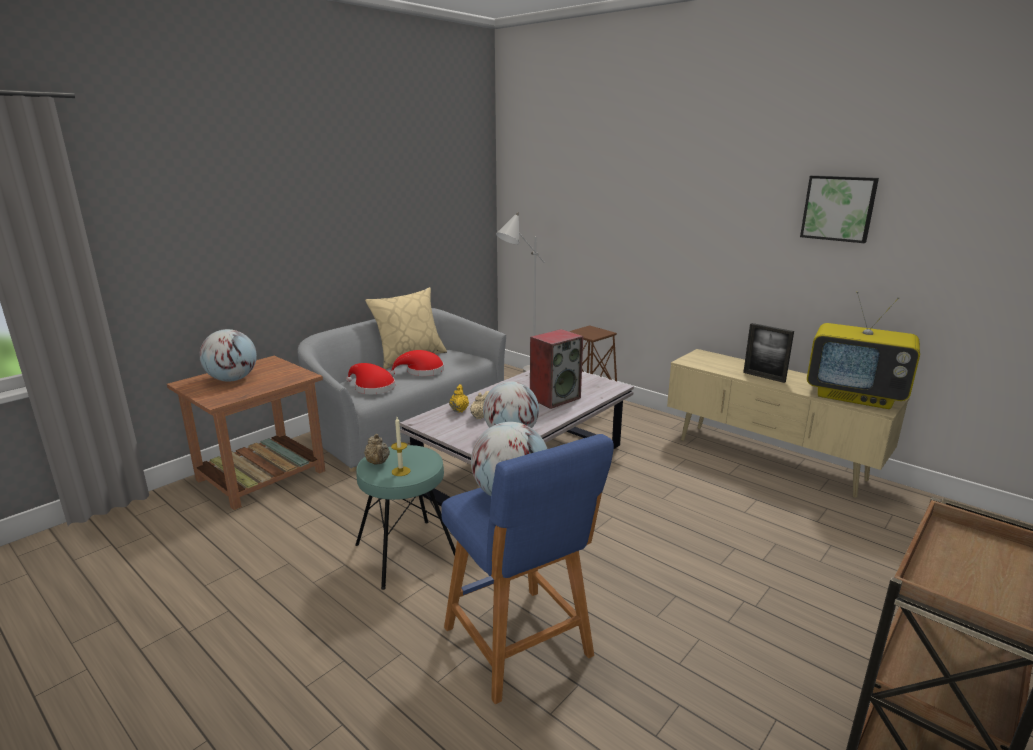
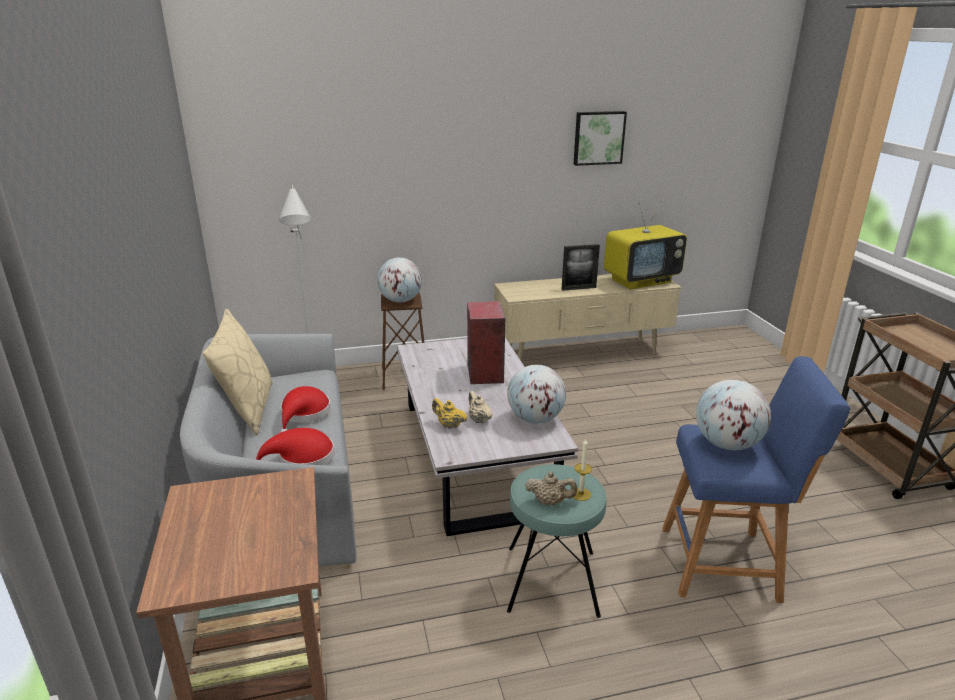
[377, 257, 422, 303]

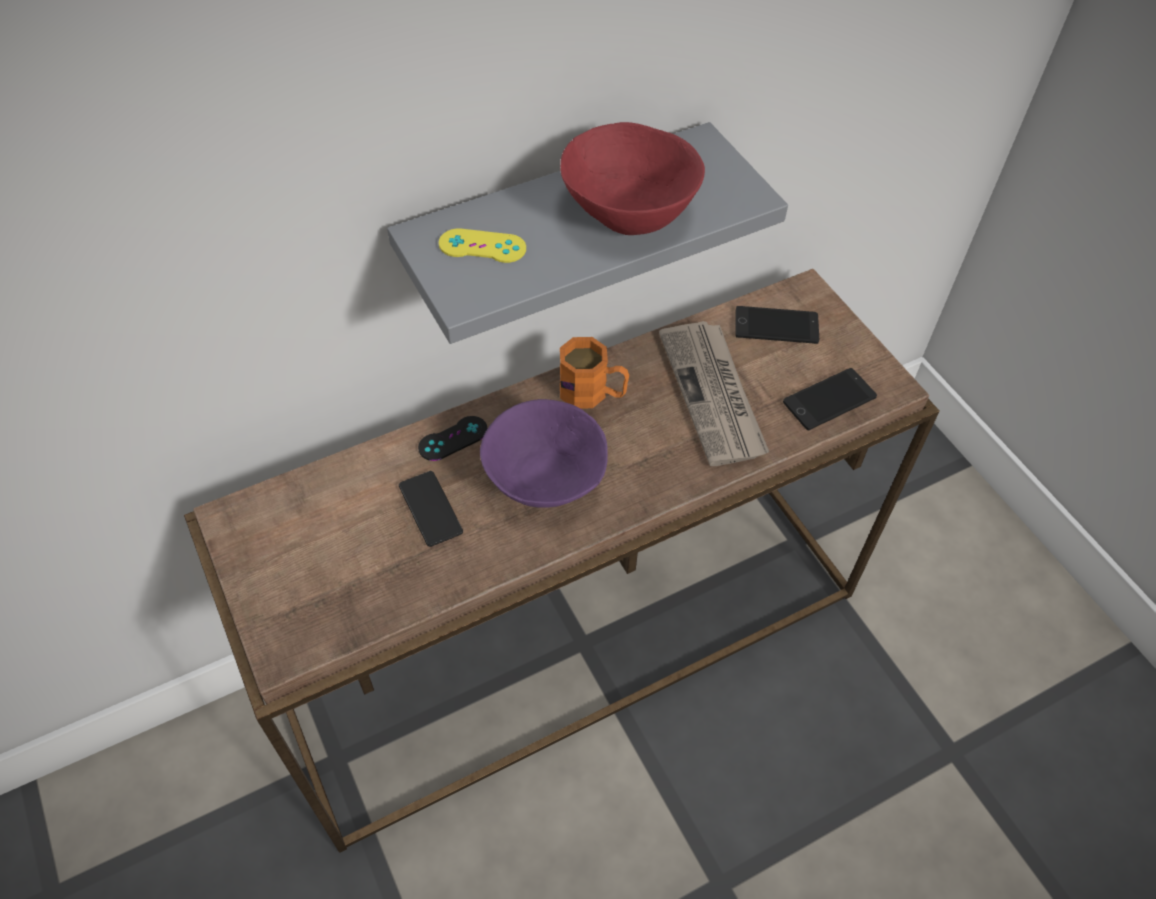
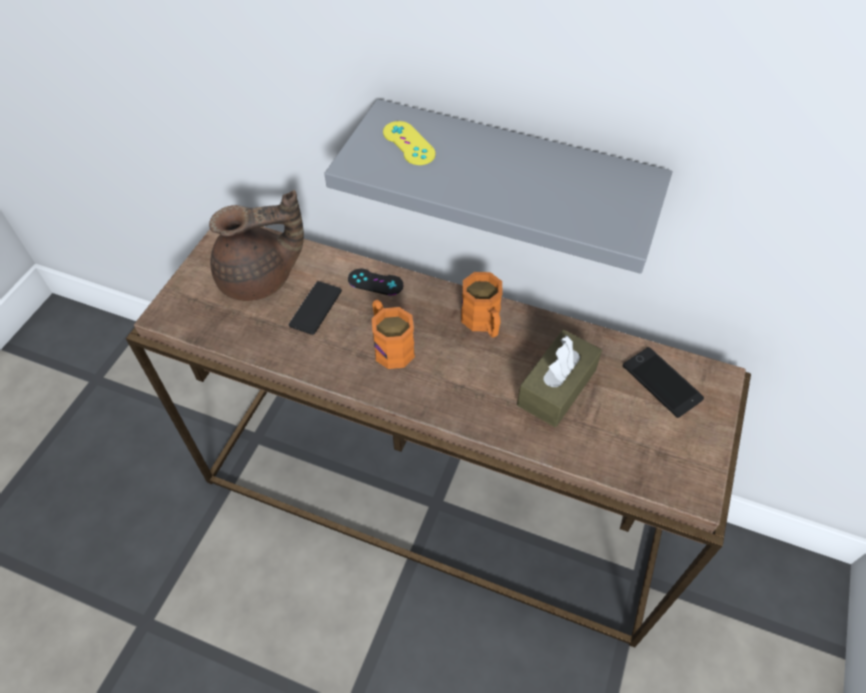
[560, 122, 705, 235] (first image)
[517, 330, 602, 427]
[783, 368, 877, 430] (first image)
[372, 300, 415, 369]
[209, 190, 304, 301]

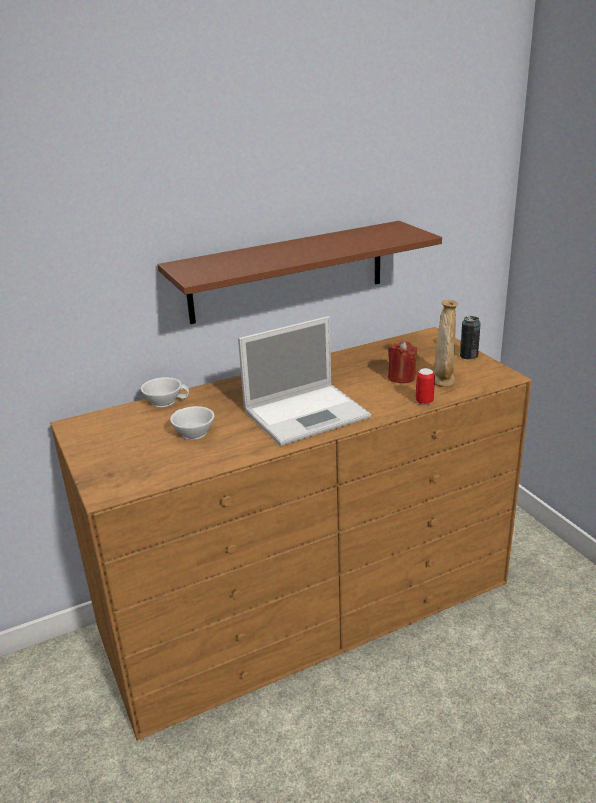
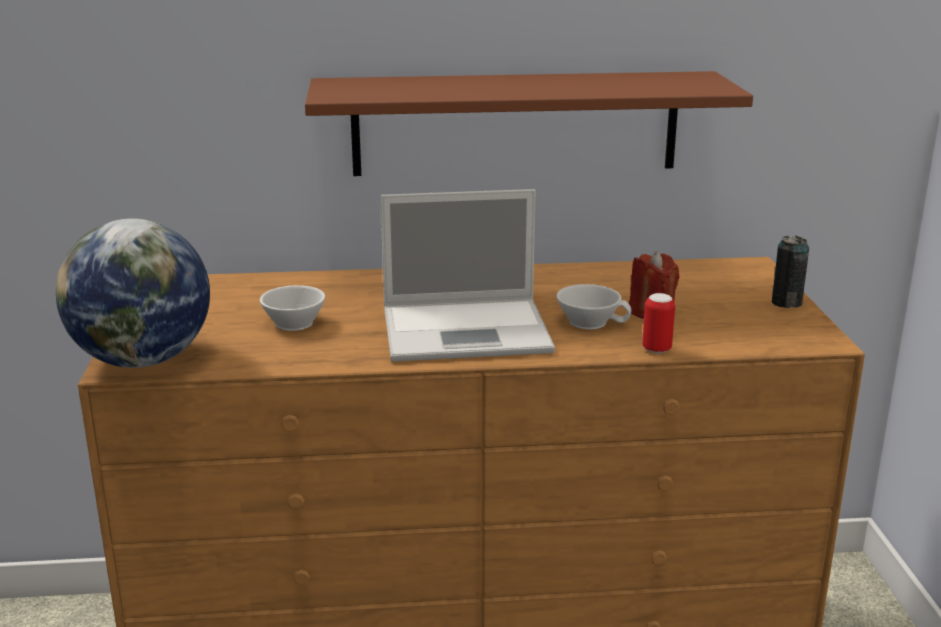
[433, 300, 458, 387] (first image)
[556, 284, 631, 329]
[56, 218, 210, 368]

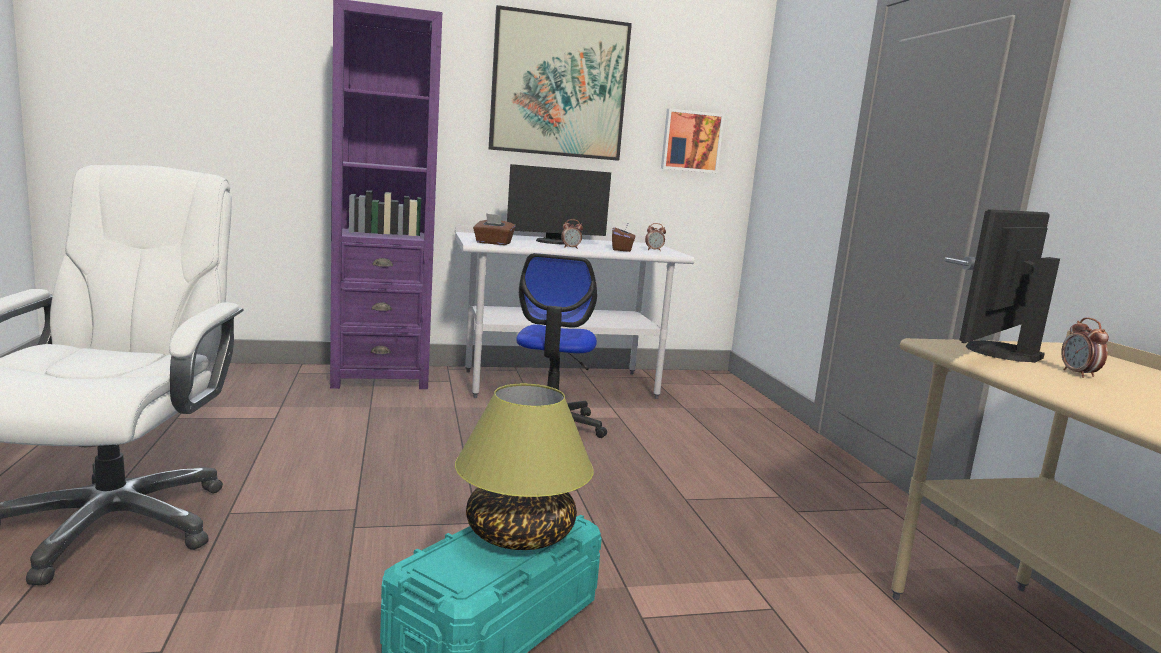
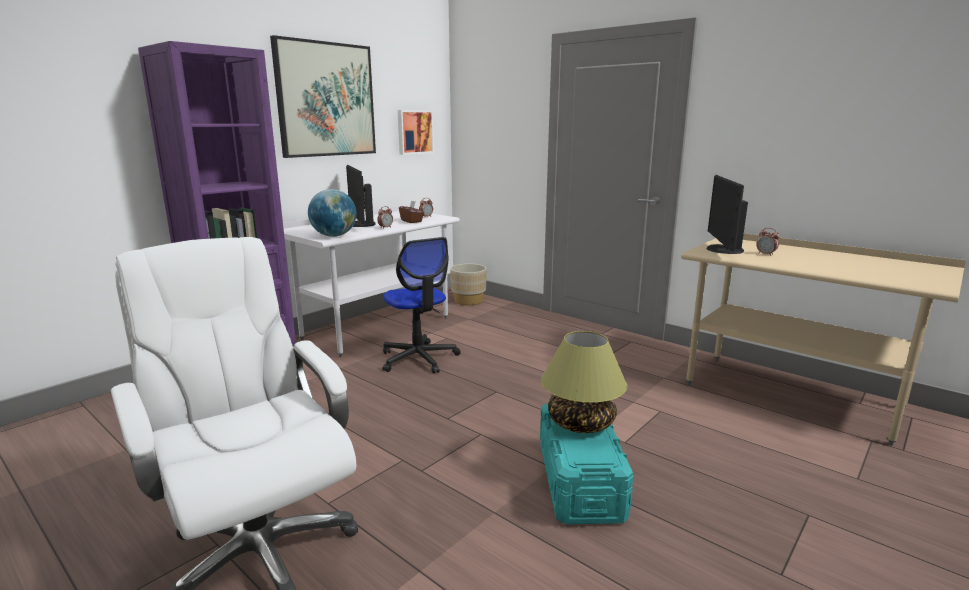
[346, 165, 376, 227]
[308, 189, 357, 237]
[450, 263, 487, 305]

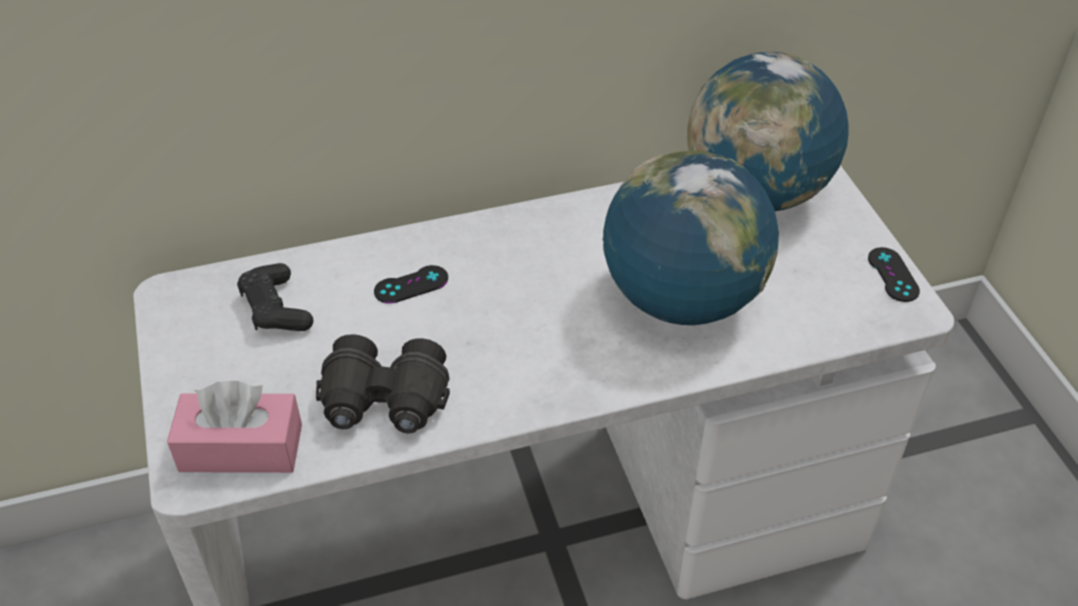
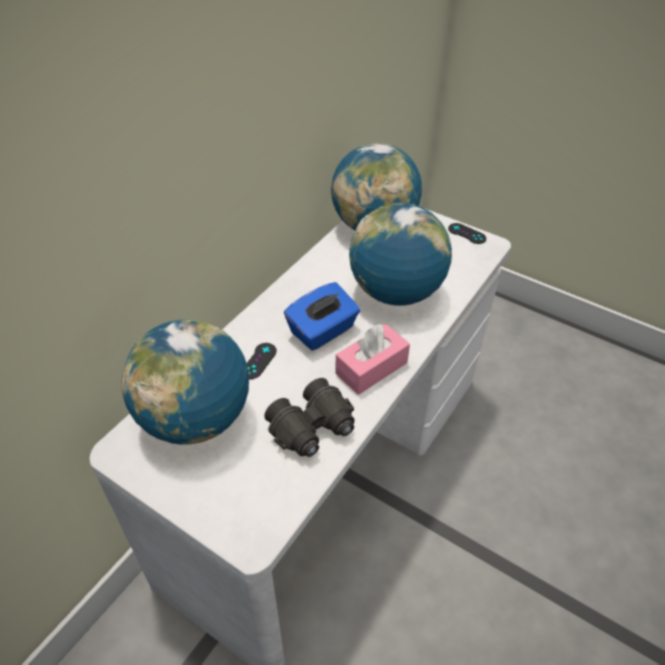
[121, 319, 249, 445]
[335, 323, 410, 395]
[284, 282, 360, 351]

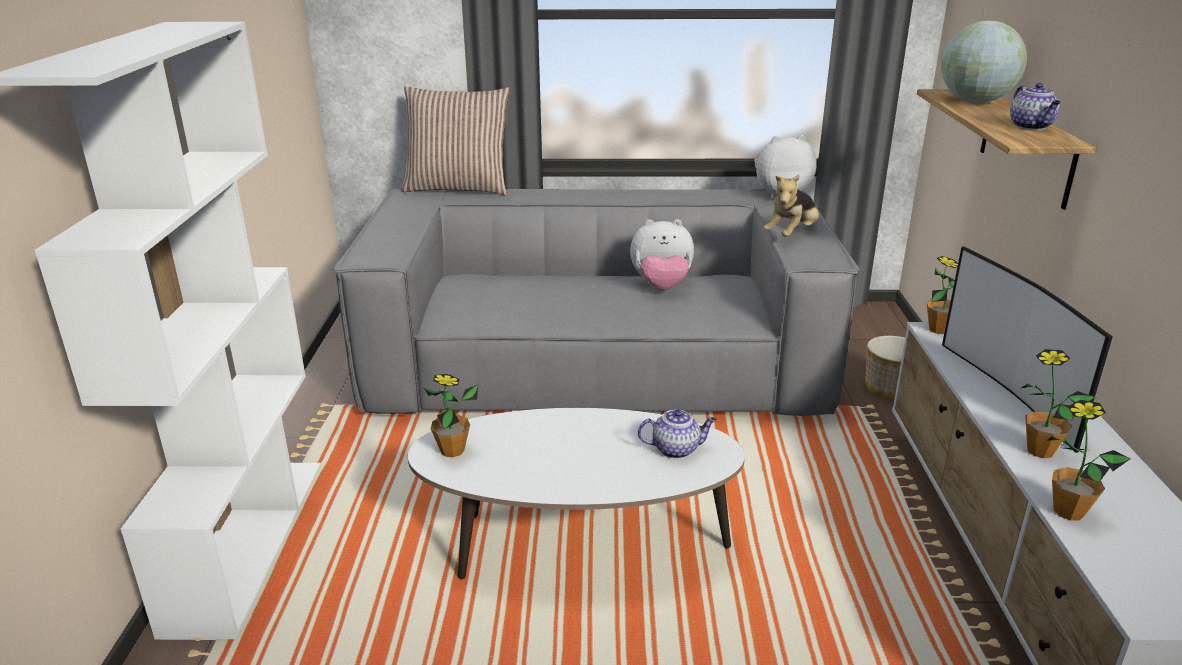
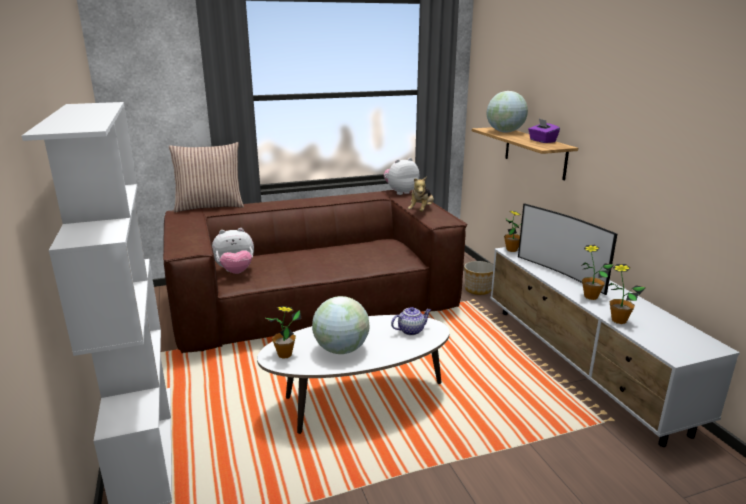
[528, 119, 560, 143]
[163, 190, 468, 353]
[212, 228, 254, 274]
[312, 296, 370, 354]

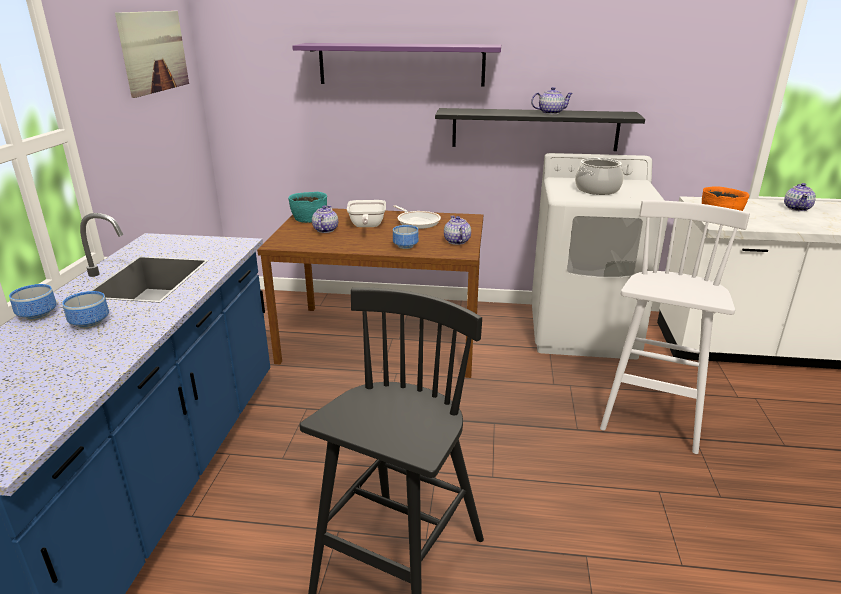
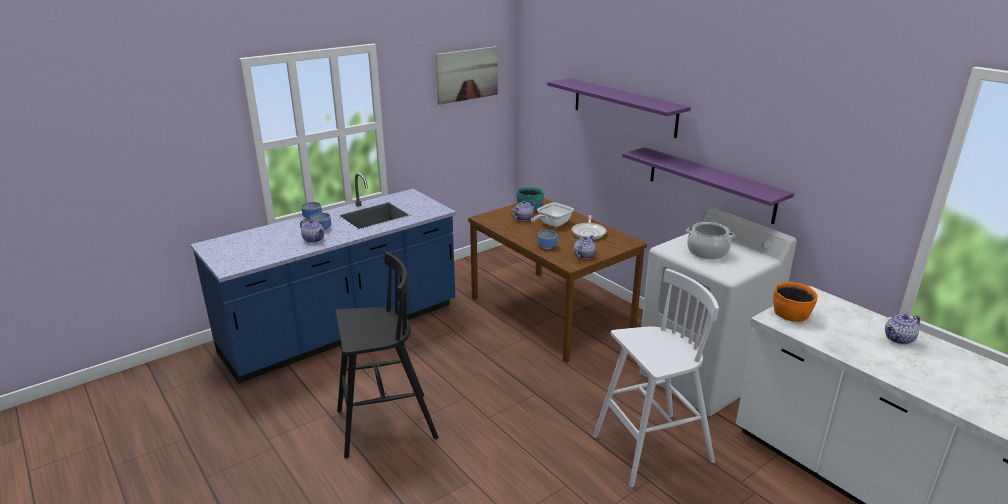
[300, 220, 324, 243]
[622, 147, 794, 224]

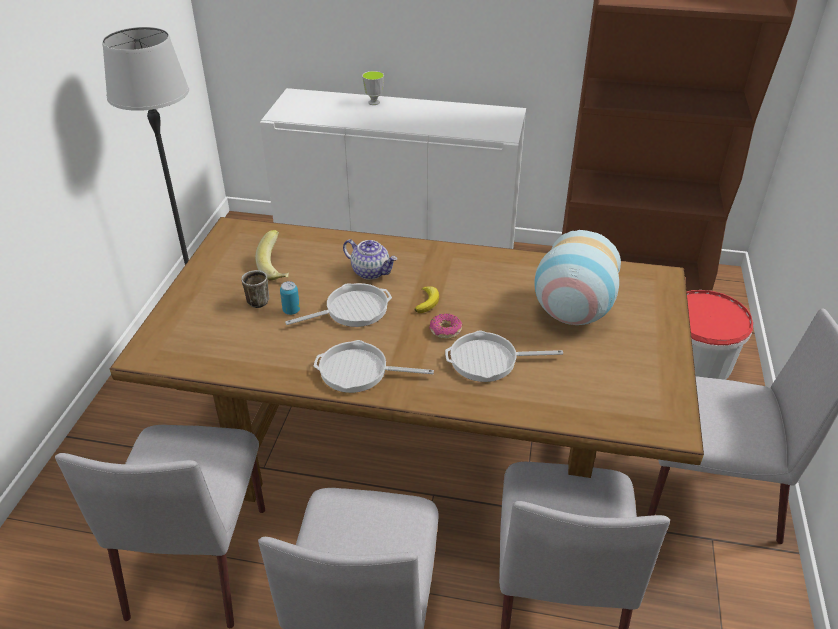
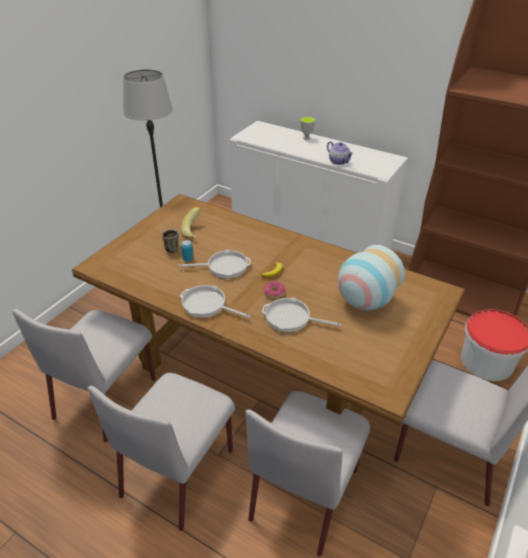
[327, 141, 353, 165]

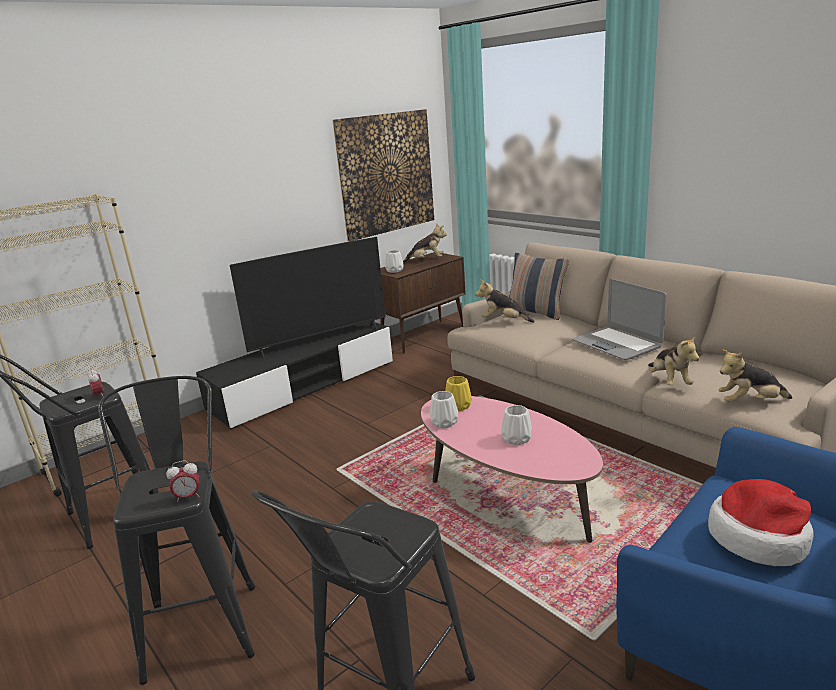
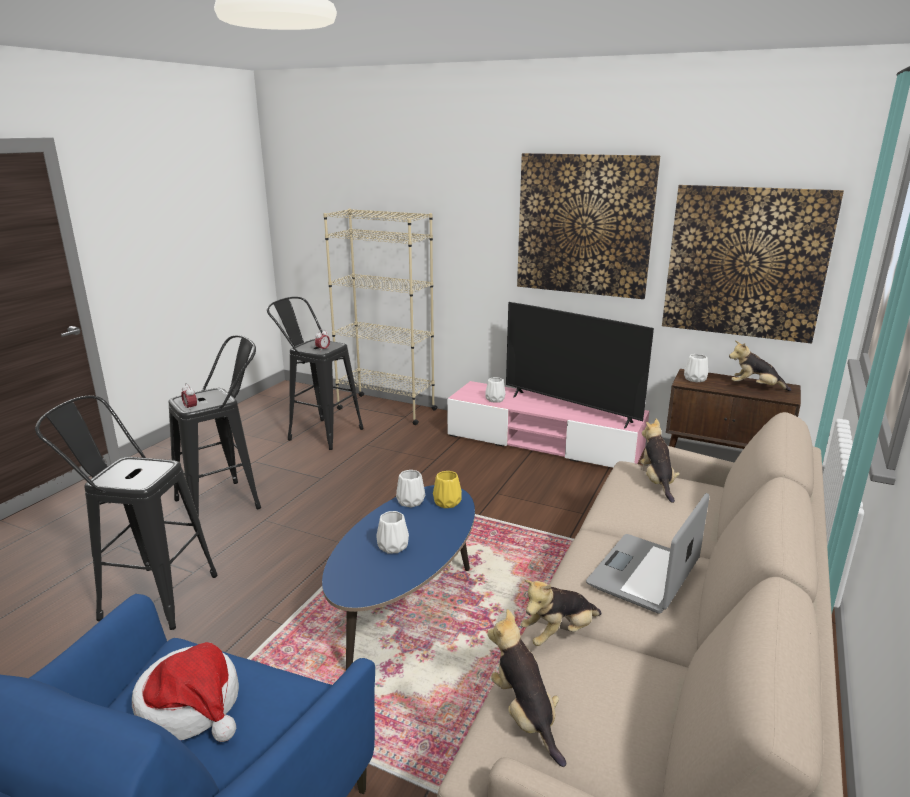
[729, 340, 791, 391]
[509, 253, 569, 320] (first image)
[447, 381, 649, 468]
[322, 485, 475, 670]
[517, 153, 660, 299]
[485, 377, 506, 403]

